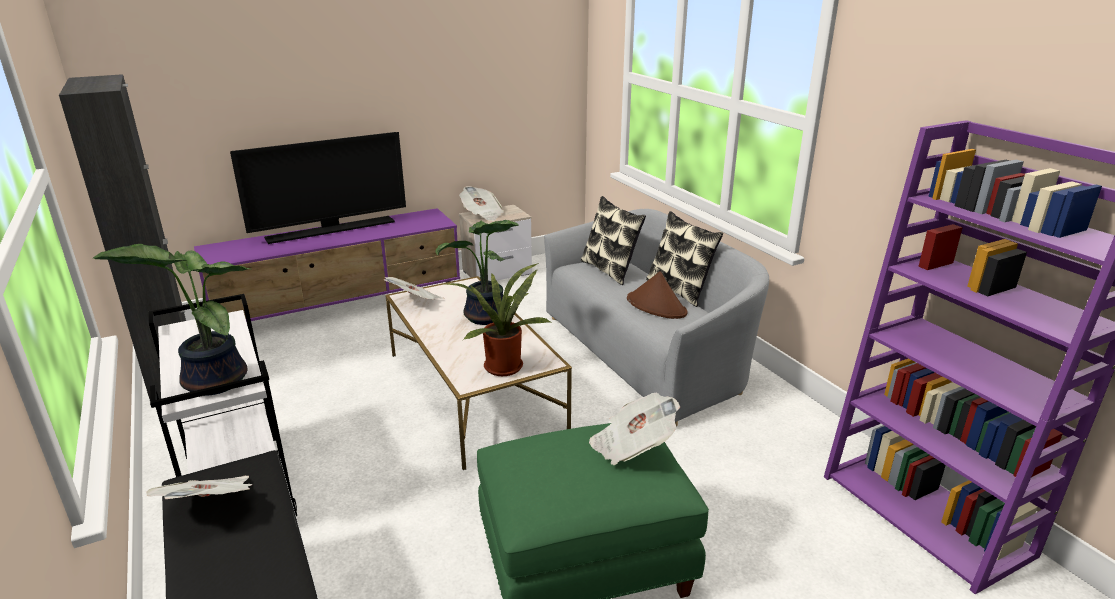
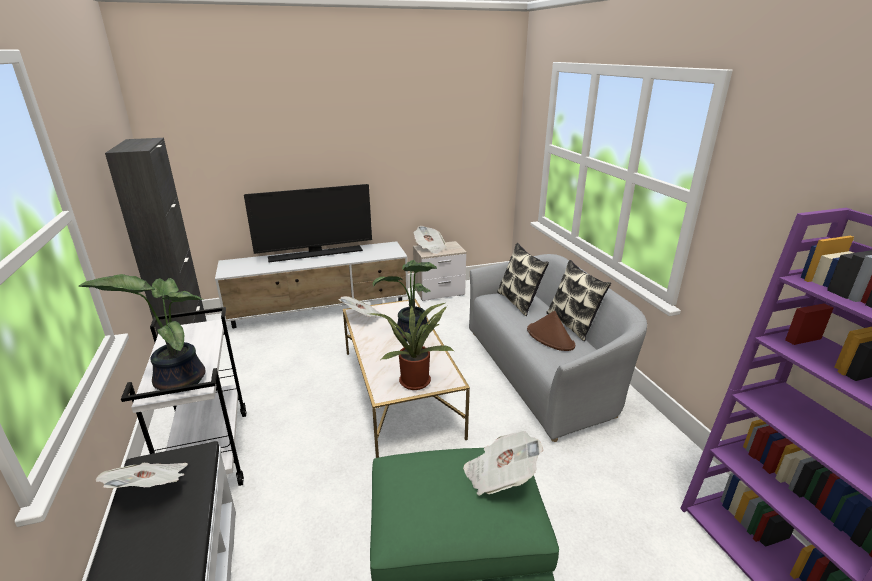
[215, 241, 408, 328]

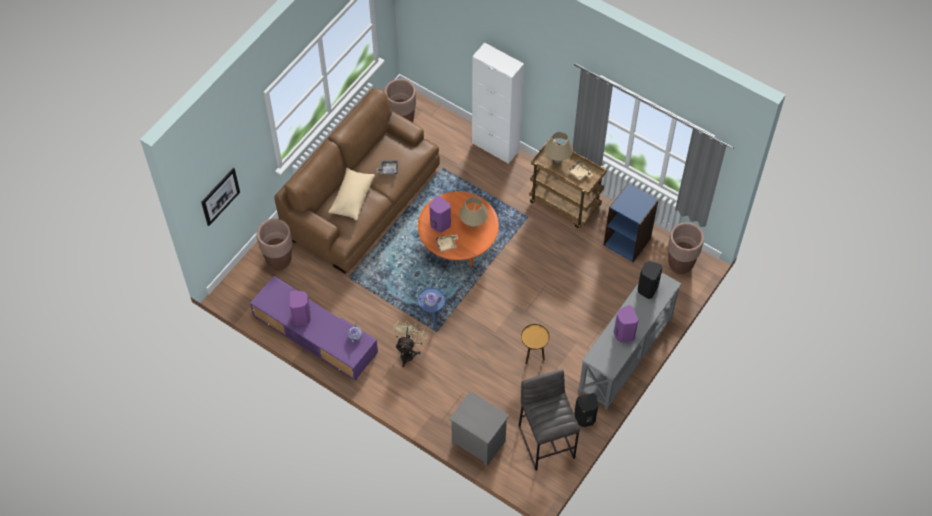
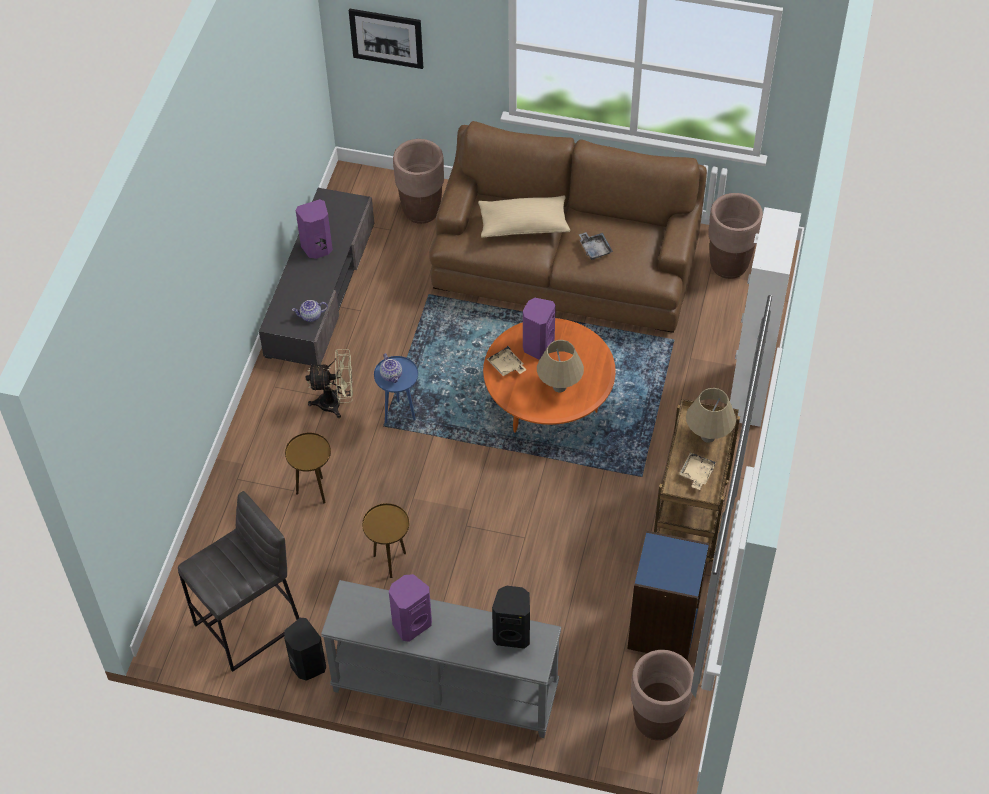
[259, 188, 374, 366]
[449, 391, 509, 466] (first image)
[285, 433, 331, 503]

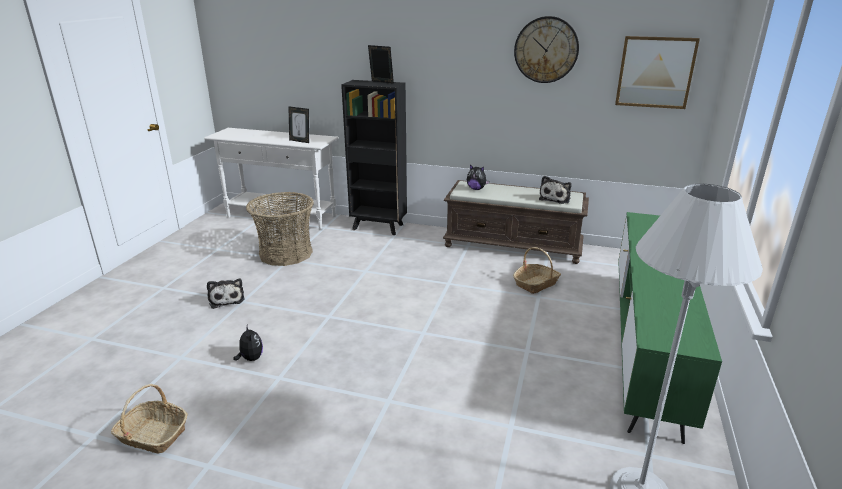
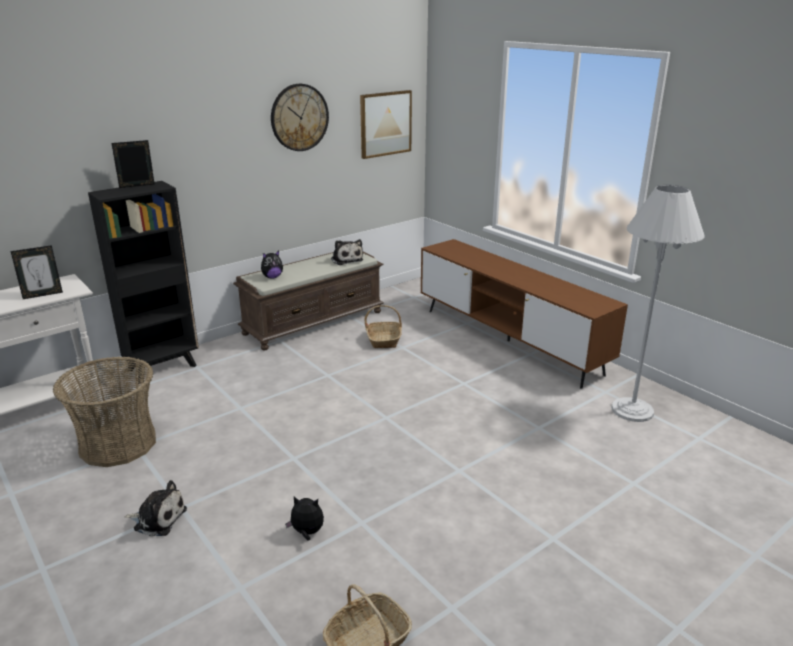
[421, 239, 628, 389]

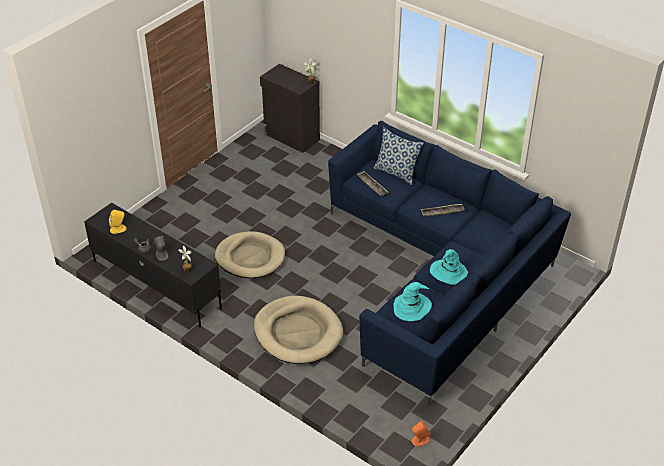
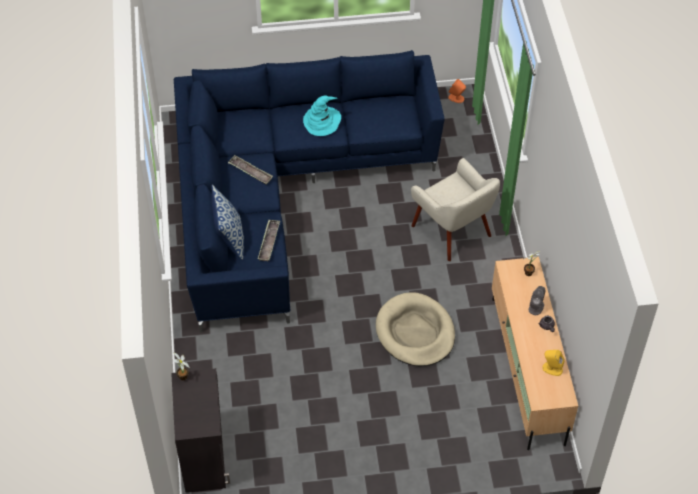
[492, 257, 578, 450]
[393, 282, 432, 321] (first image)
[411, 158, 500, 261]

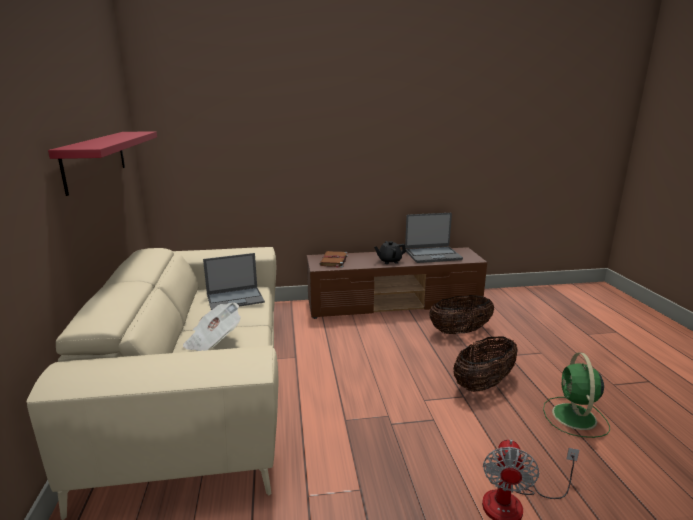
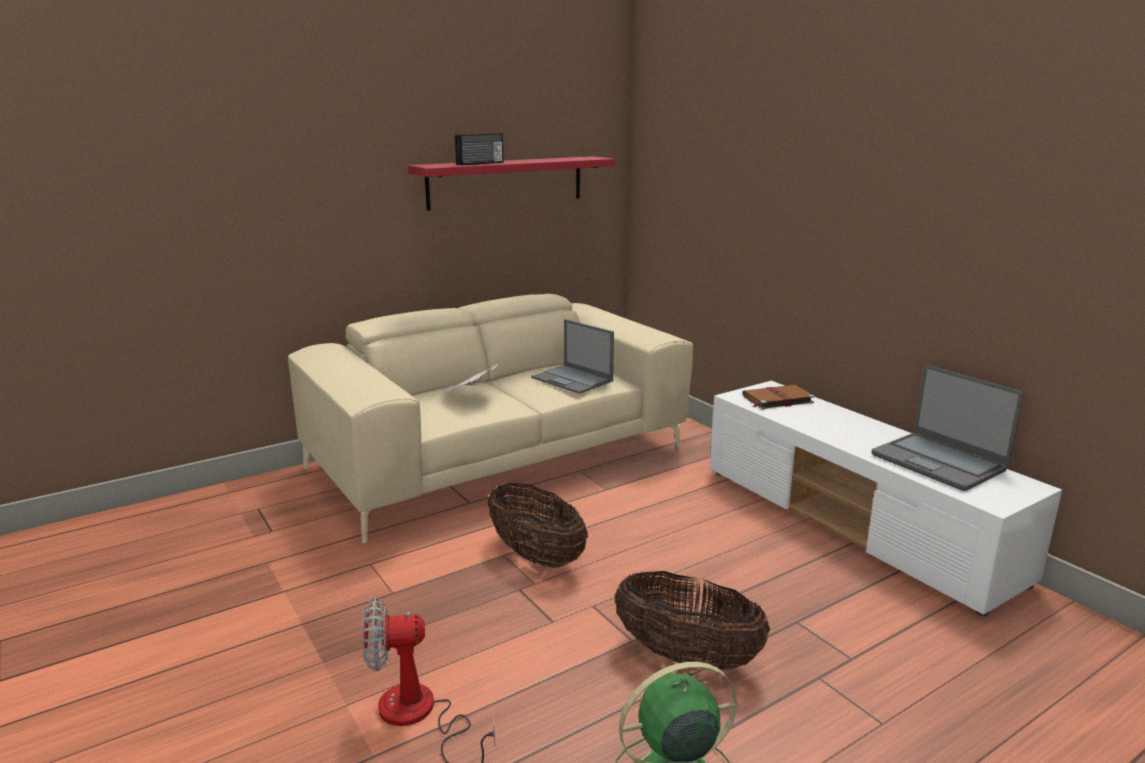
[374, 241, 406, 264] (first image)
[710, 381, 1062, 616]
[488, 483, 588, 568]
[455, 133, 504, 165]

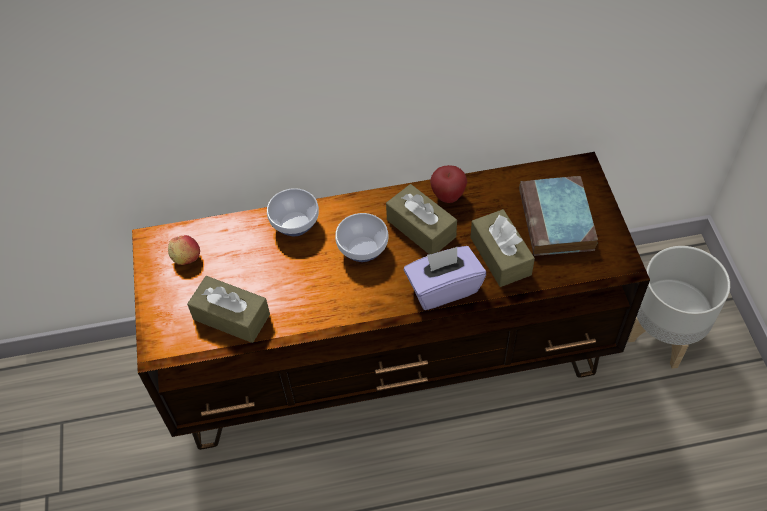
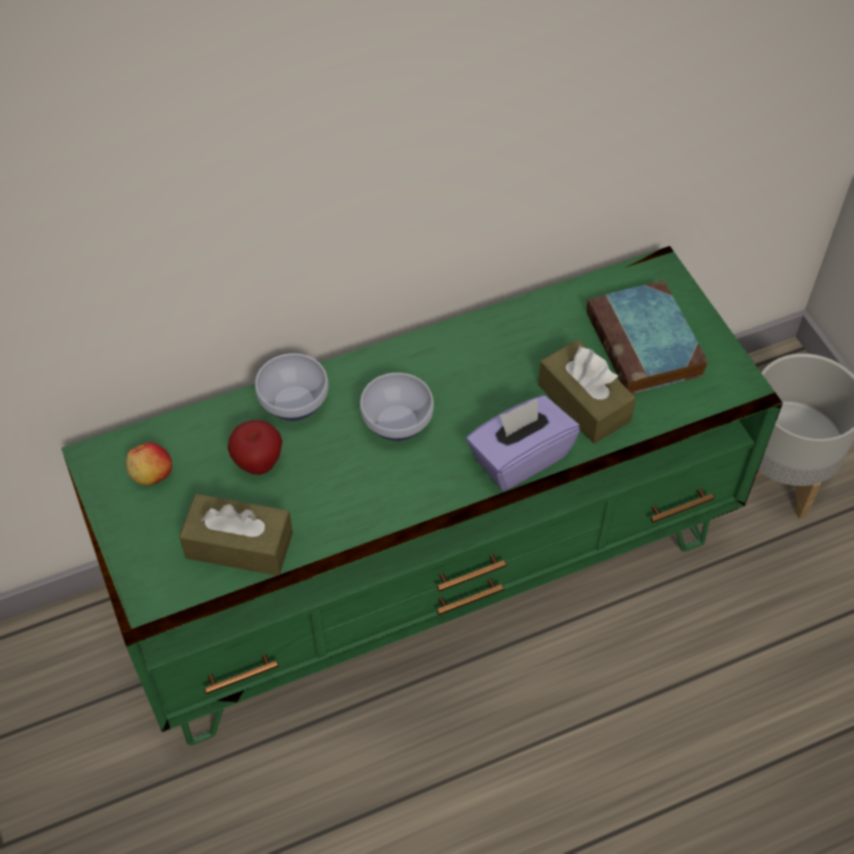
[61, 246, 783, 745]
[228, 420, 282, 475]
[386, 184, 457, 254] (first image)

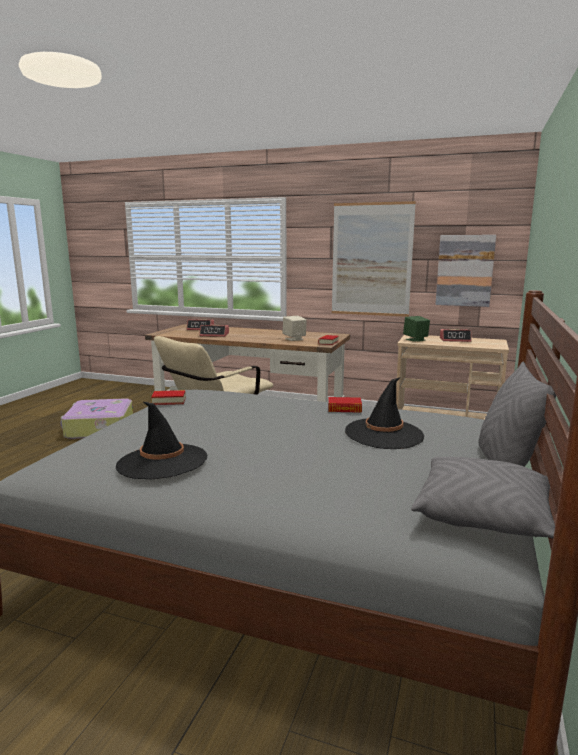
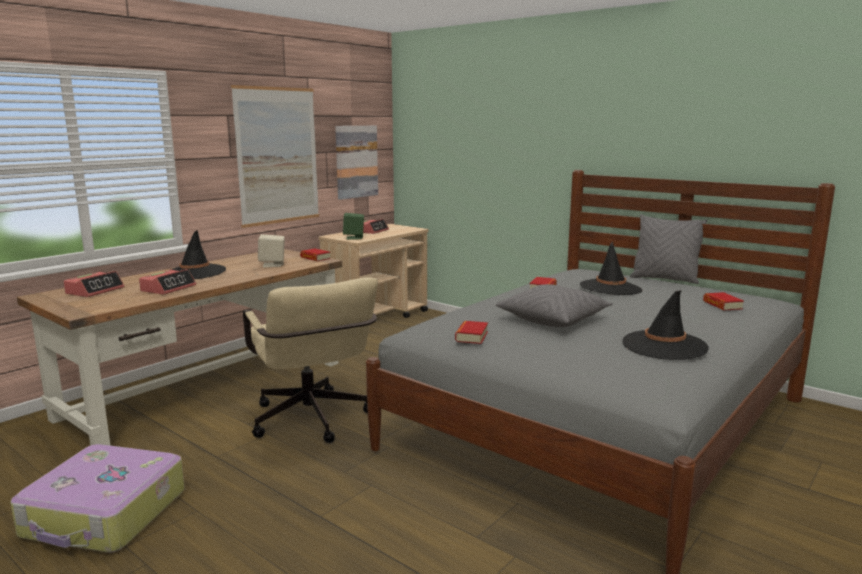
[496, 284, 613, 327]
[170, 230, 226, 279]
[703, 292, 744, 311]

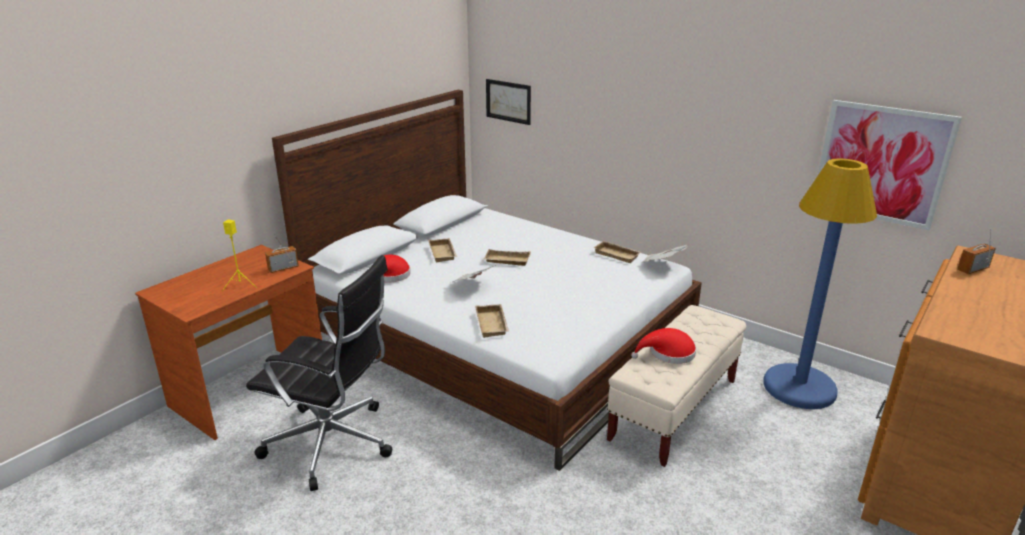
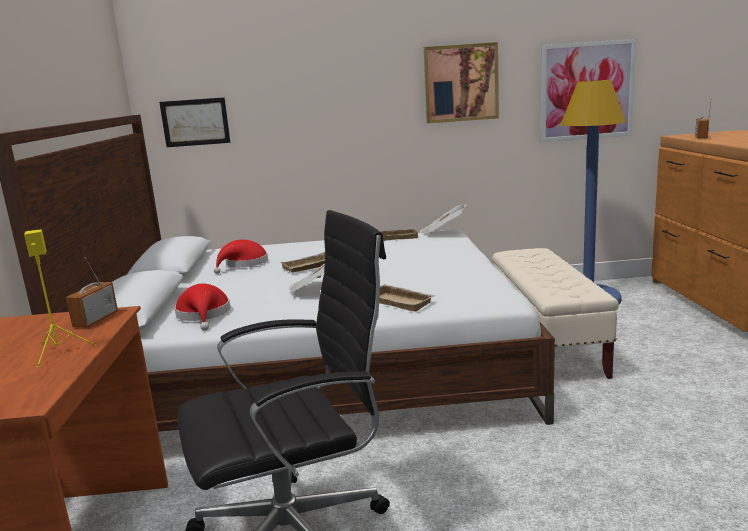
[428, 238, 457, 262] (first image)
[214, 240, 268, 274]
[424, 42, 499, 123]

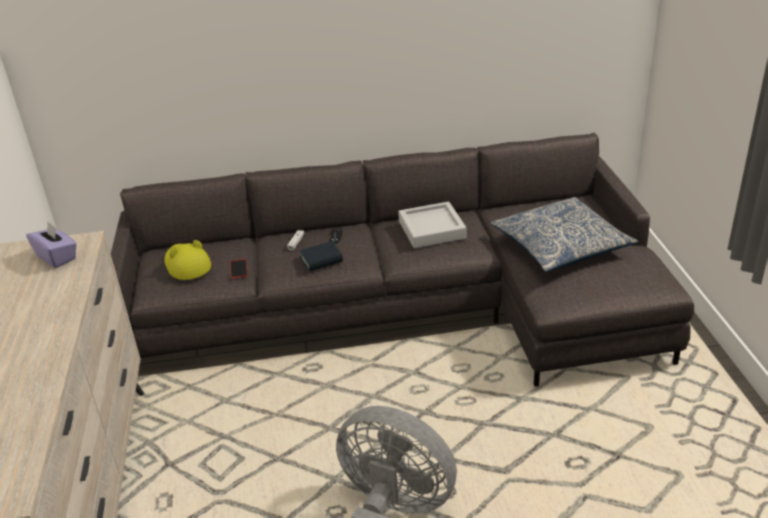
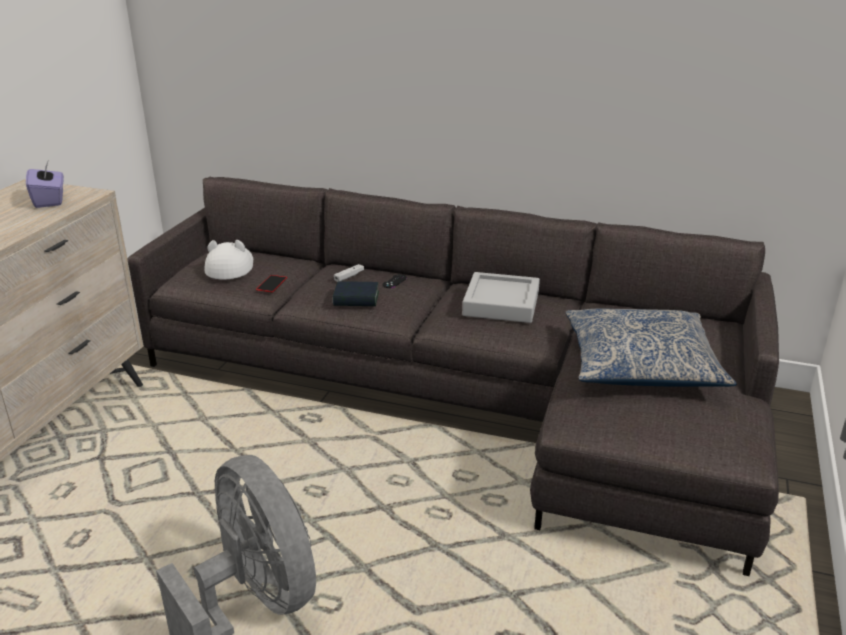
[204, 240, 253, 280]

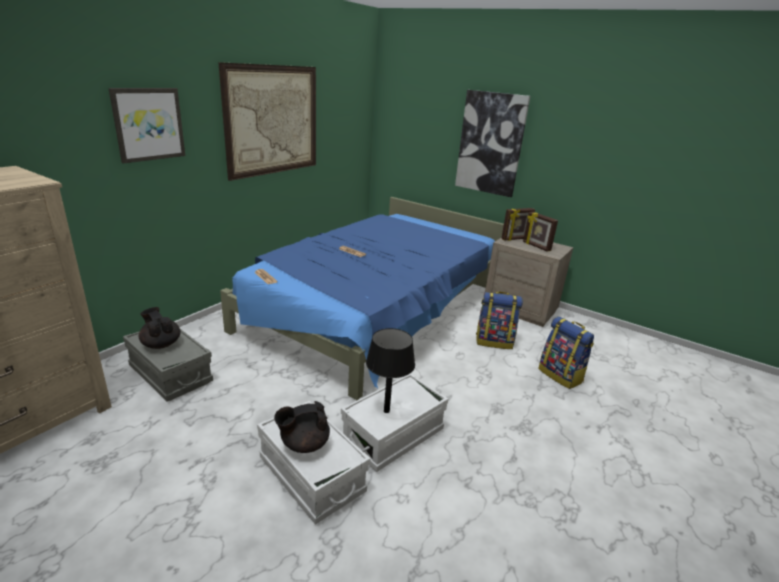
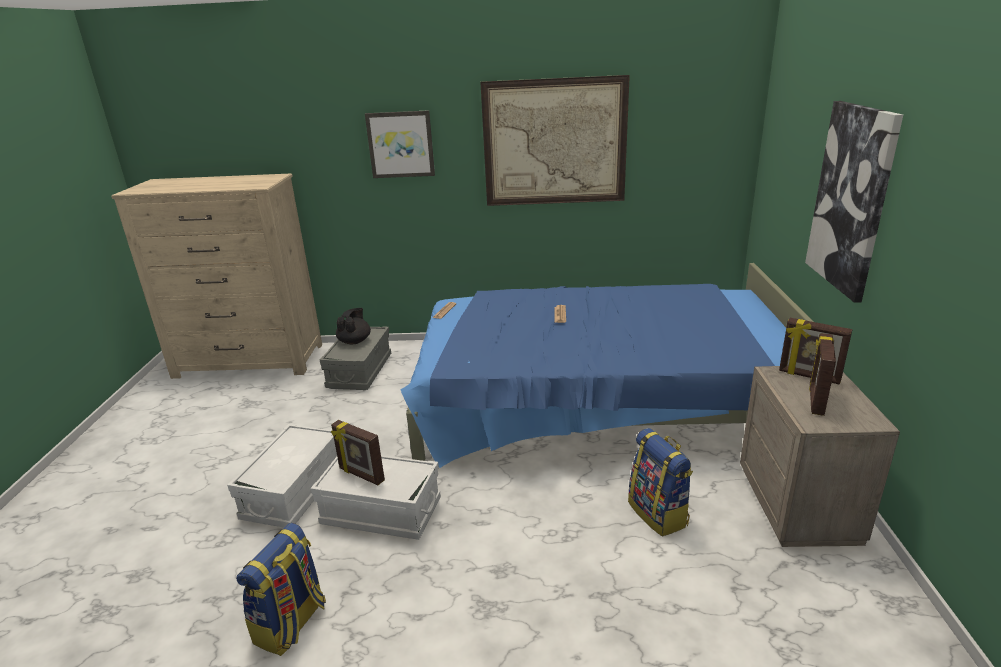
[236, 523, 326, 656]
[331, 420, 385, 485]
[274, 401, 330, 453] (first image)

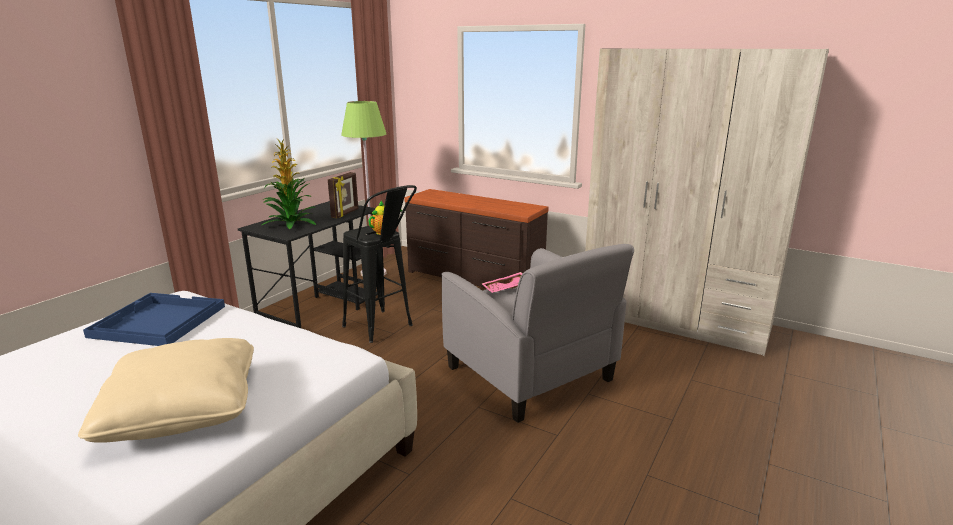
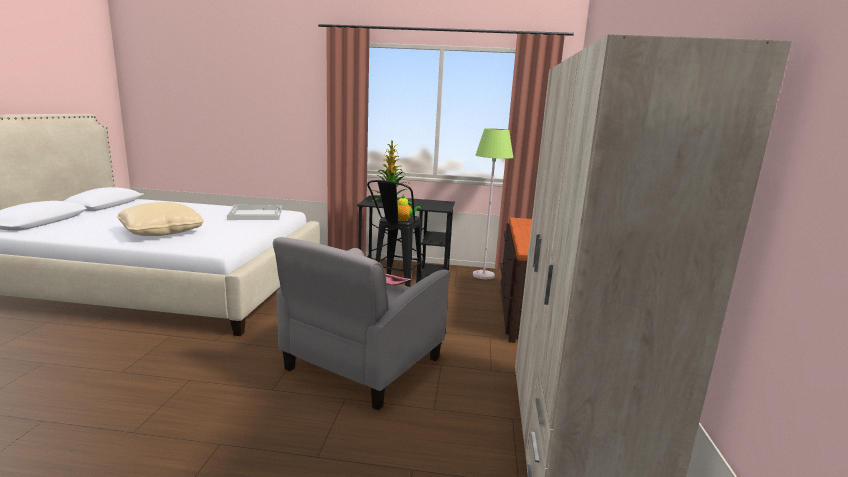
[328, 172, 358, 218] (first image)
[227, 205, 282, 220]

